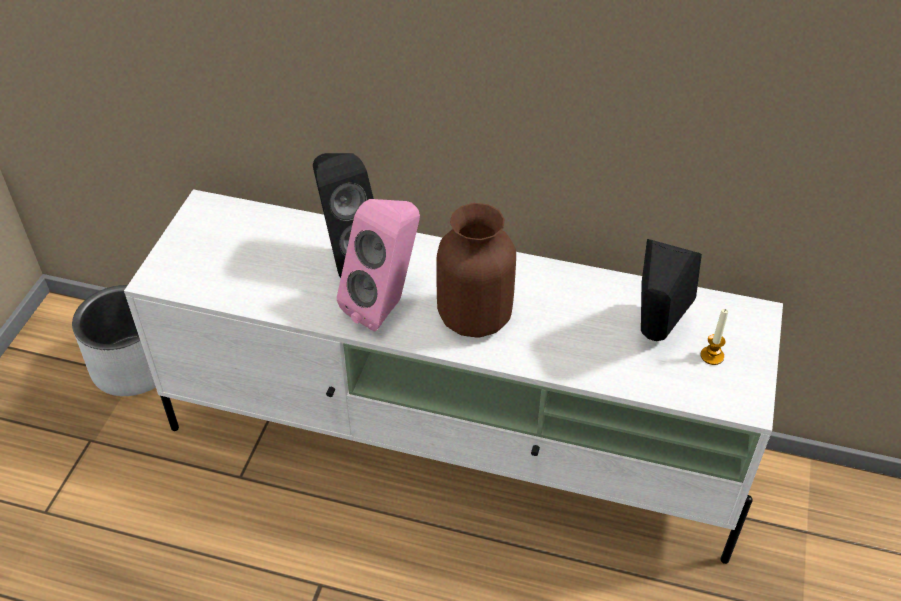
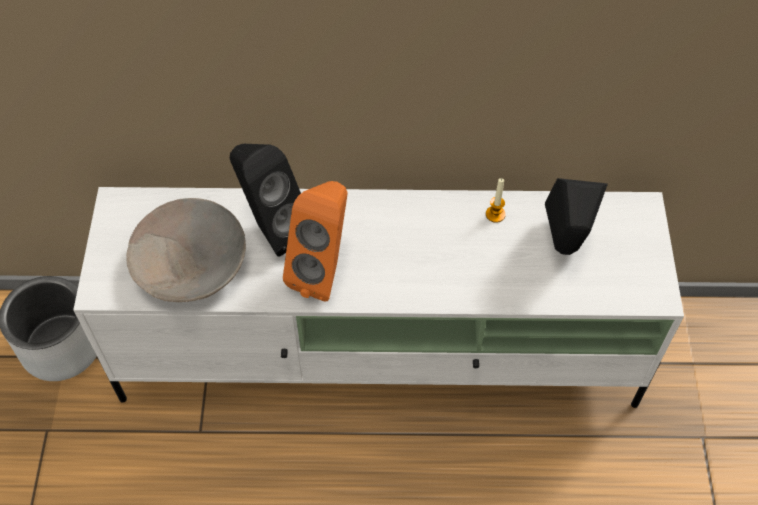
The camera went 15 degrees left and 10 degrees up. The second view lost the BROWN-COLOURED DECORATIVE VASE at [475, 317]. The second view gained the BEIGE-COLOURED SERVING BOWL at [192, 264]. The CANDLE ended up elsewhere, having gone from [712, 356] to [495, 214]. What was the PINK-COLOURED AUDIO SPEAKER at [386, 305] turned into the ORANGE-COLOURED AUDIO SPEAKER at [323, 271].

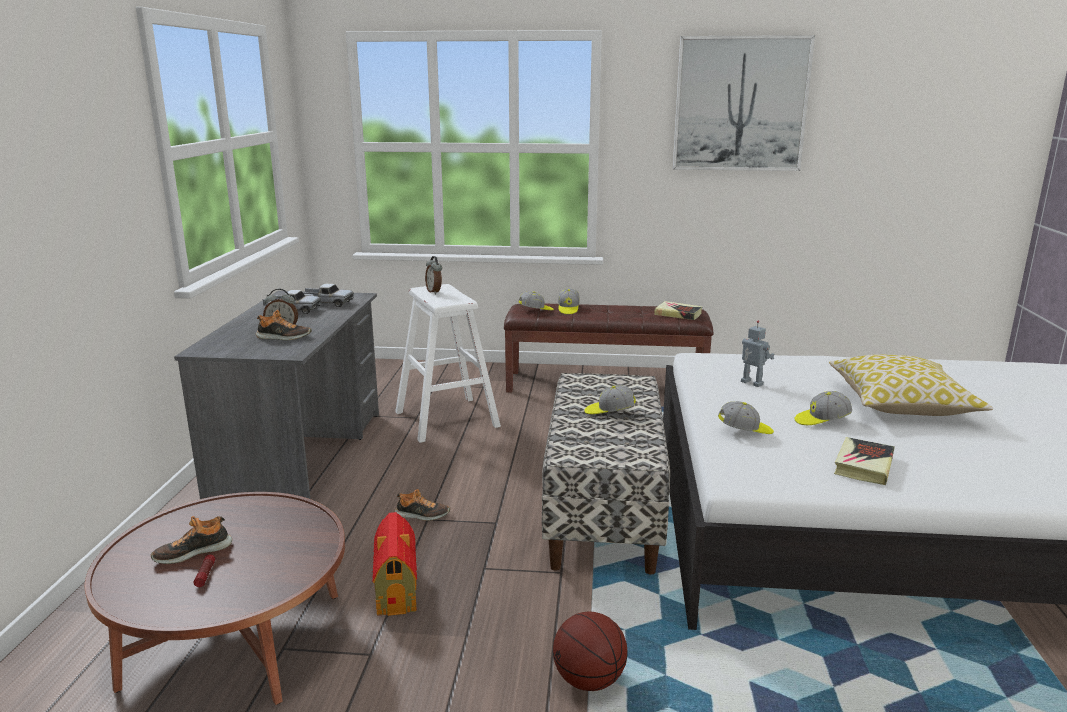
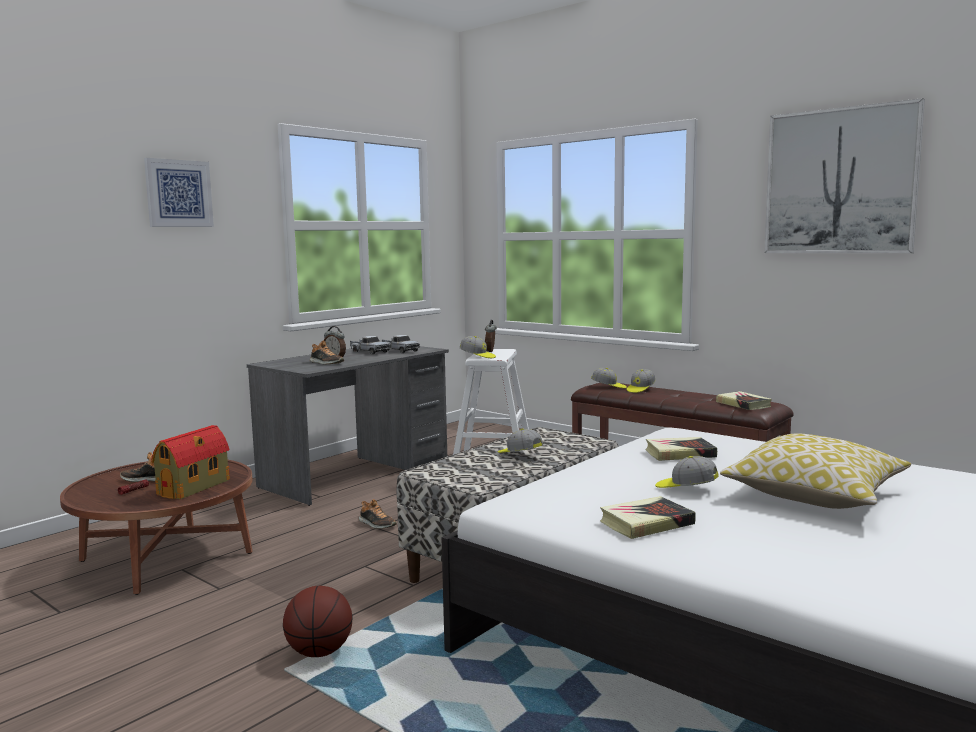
The camera went 35 degrees right and 10 degrees down. The second view gained the WALL ART at [178, 193]. The TOY HOUSE ended up elsewhere, having gone from [397, 588] to [195, 487]. The CAP ended up elsewhere, having gone from [745, 431] to [478, 356]. Where the ROBOT FIGURE stood at [751, 383], the BOOK came to stand at [680, 454].

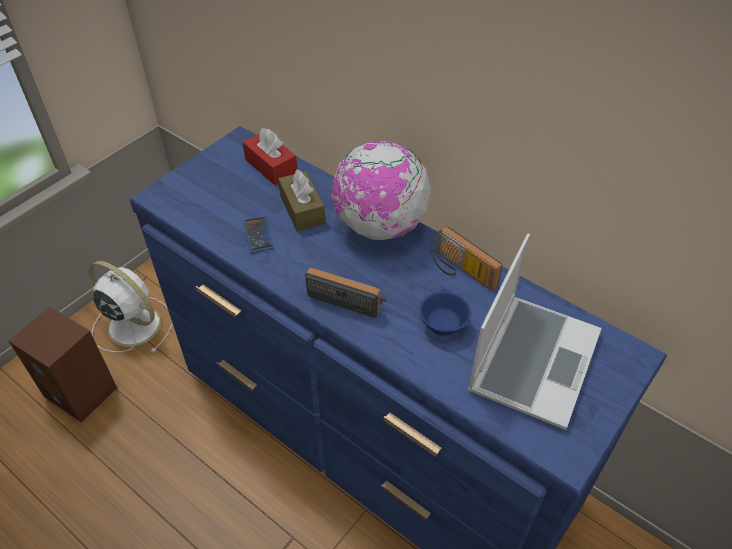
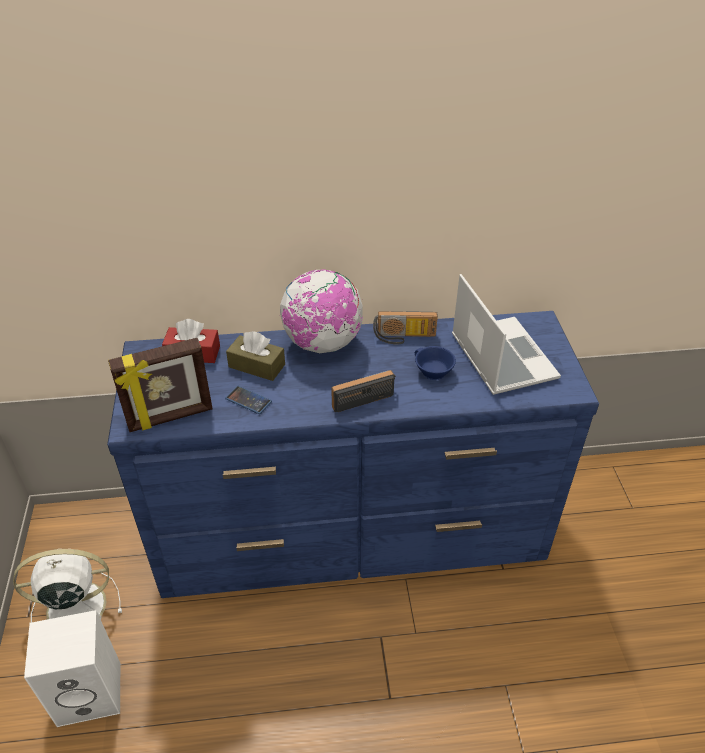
The camera went 45 degrees left and 5 degrees down. The second view gained the PICTURE FRAME at [170, 417]. What was the BROWN-COLOURED AUDIO SPEAKER at [83, 392] turned into the WHITE-COLOURED AUDIO SPEAKER at [91, 692].

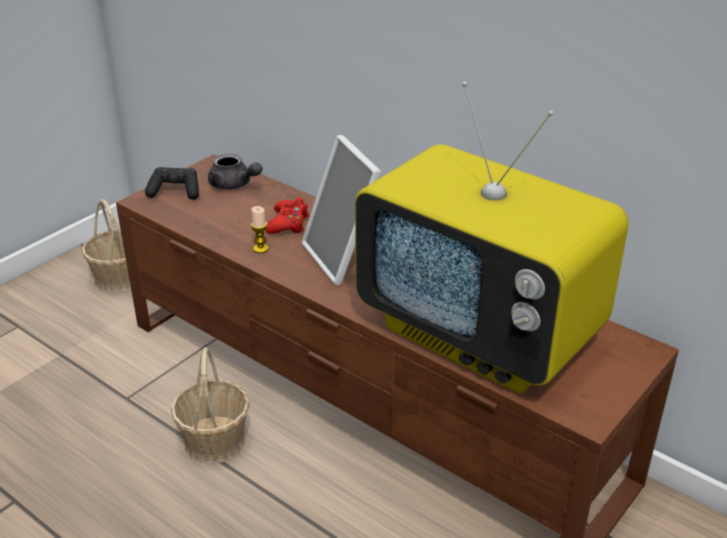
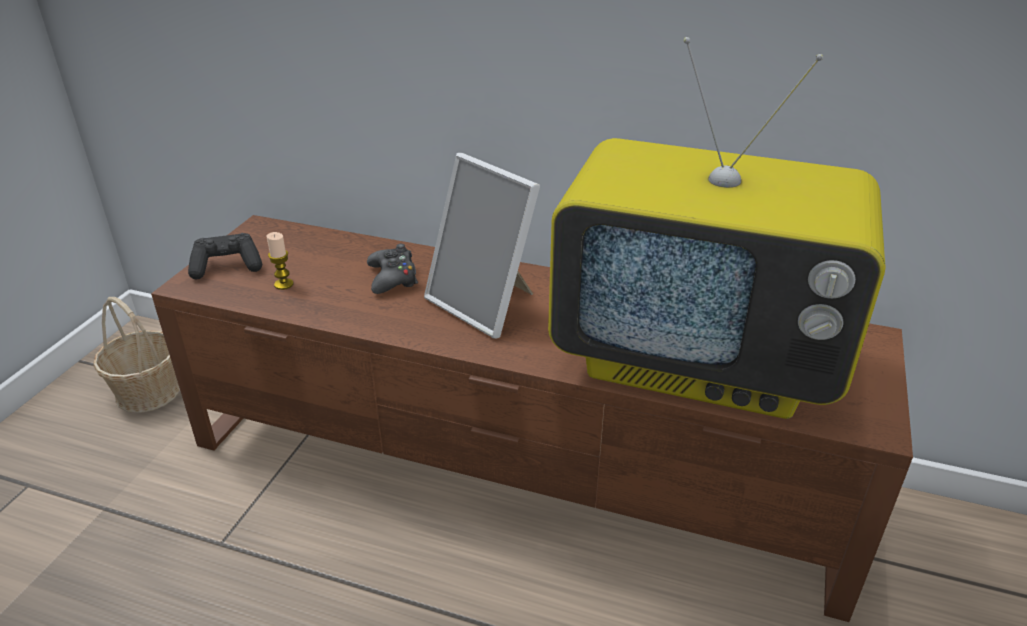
The camera went 20 degrees left and 0 degrees up. The second view lost the HOUSEHOLD BASKET at [215, 440]. The second view lost the GREYISH TEAPOT at [234, 185]. The CANDLE ended up elsewhere, having gone from [260, 249] to [283, 284]. What was the RED JOYPAD at [288, 224] turned into the BLACK-COLOURED JOYPAD at [393, 278].

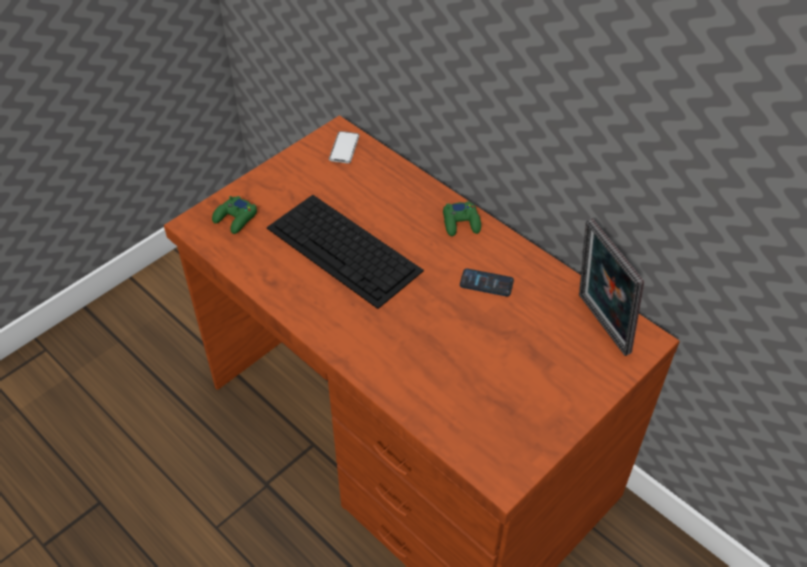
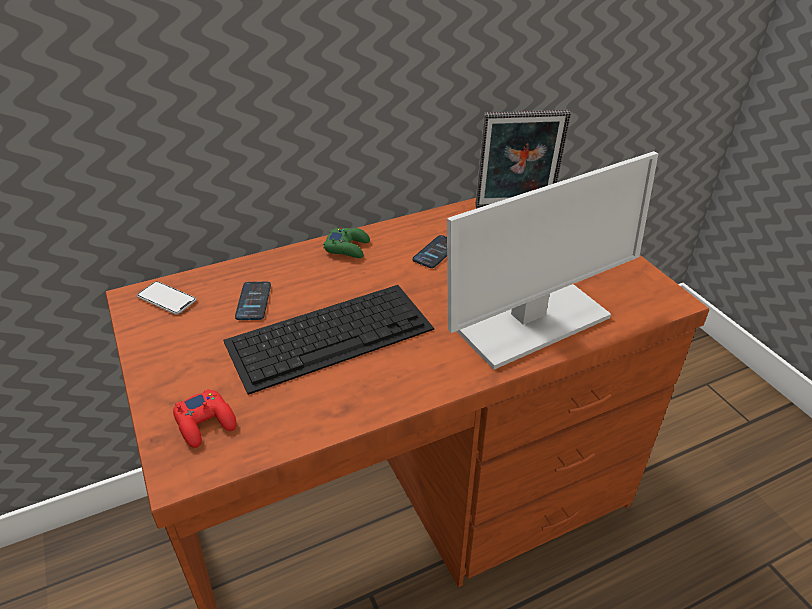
The camera went 70 degrees left and 10 degrees down. The second view gained the PHONE at [253, 301]. The second view gained the COMPUTER DISPLAY at [531, 323]. What was the GREENISH JOYPAD at [235, 218] turned into the RED JOYPAD at [206, 422].

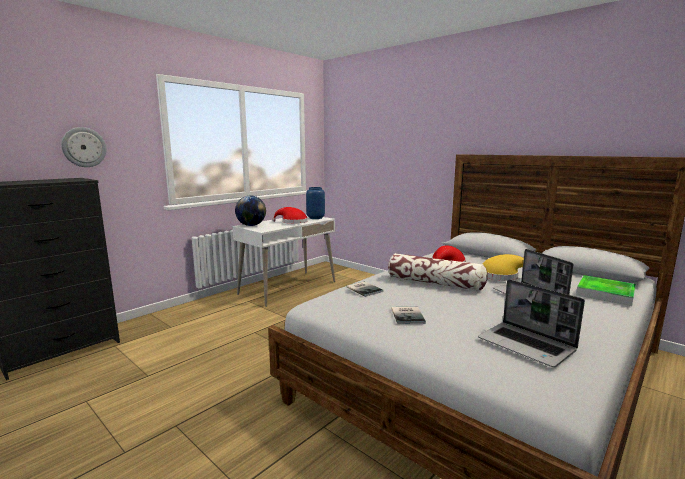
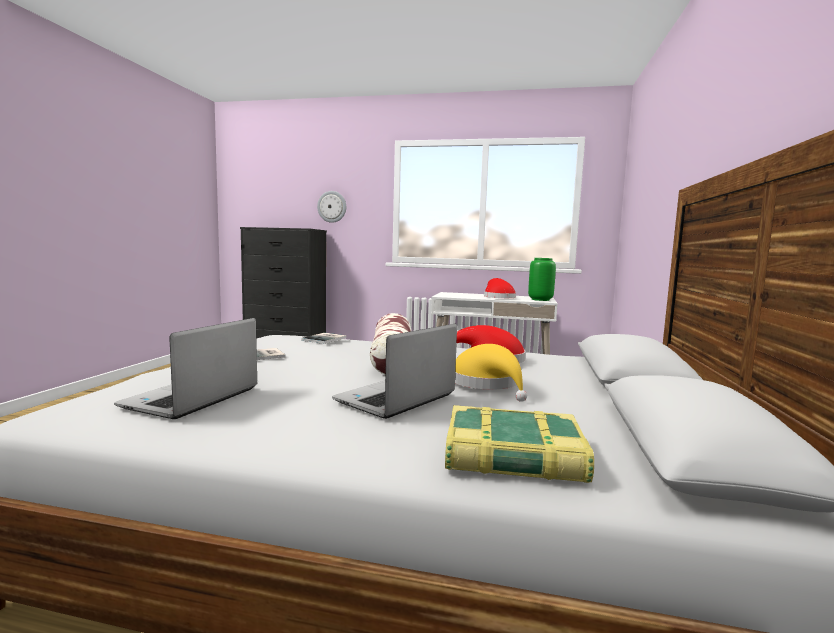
The camera went 60 degrees right and 5 degrees down. The second view lost the GLOBE at [251, 225]. Where the TRAY stood at [605, 293], the BOOK came to stand at [513, 456]. What was the BLUE-COLOURED DECORATIVE VASE at [315, 218] turned into the GREENISH DECORATIVE VASE at [540, 299].

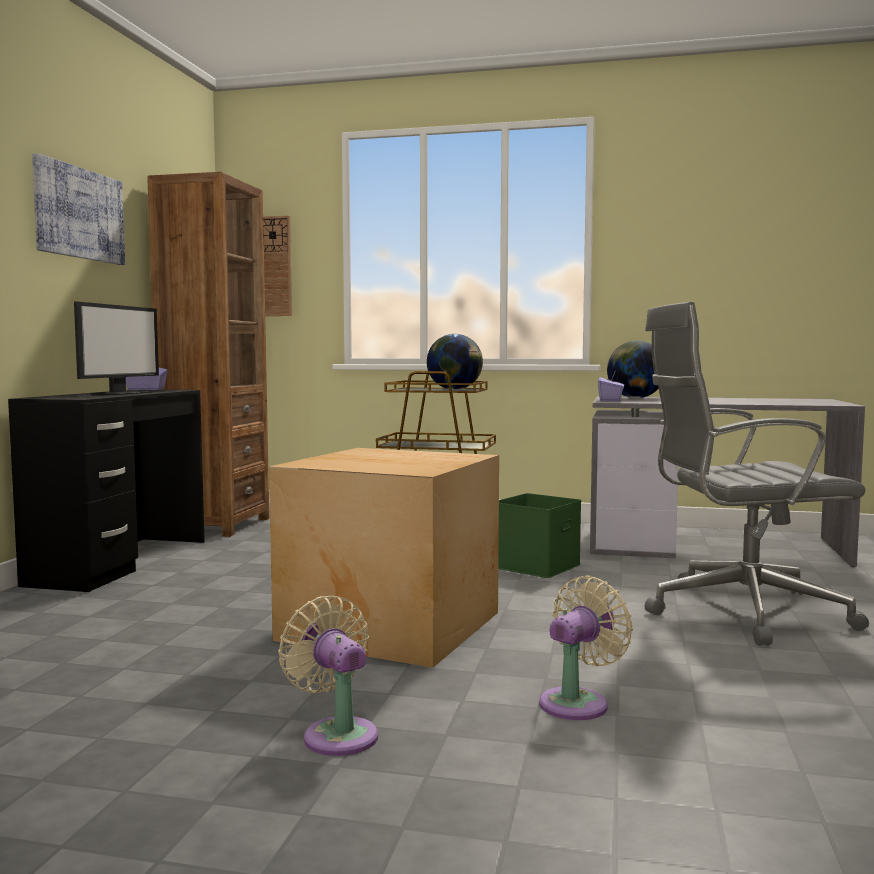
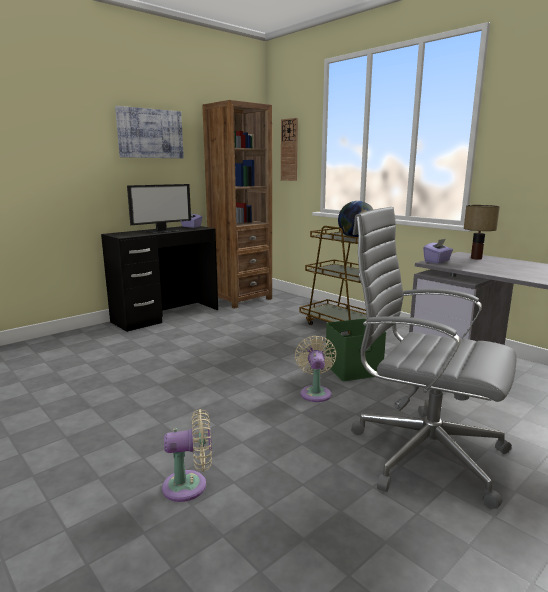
The camera went 35 degrees right and 10 degrees up. The second view lost the CARDBOARD BOX at [389, 624]. The BEIGE-COLOURED FAN ended up elsewhere, having gone from [337, 734] to [315, 392]. Where the GLOBE stood at [635, 398], the TABLE LAMP came to stand at [475, 258].

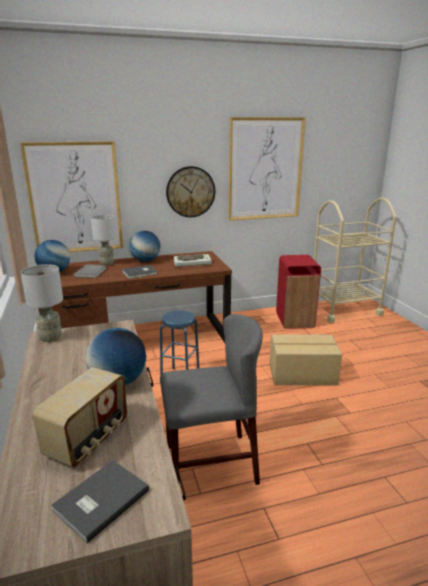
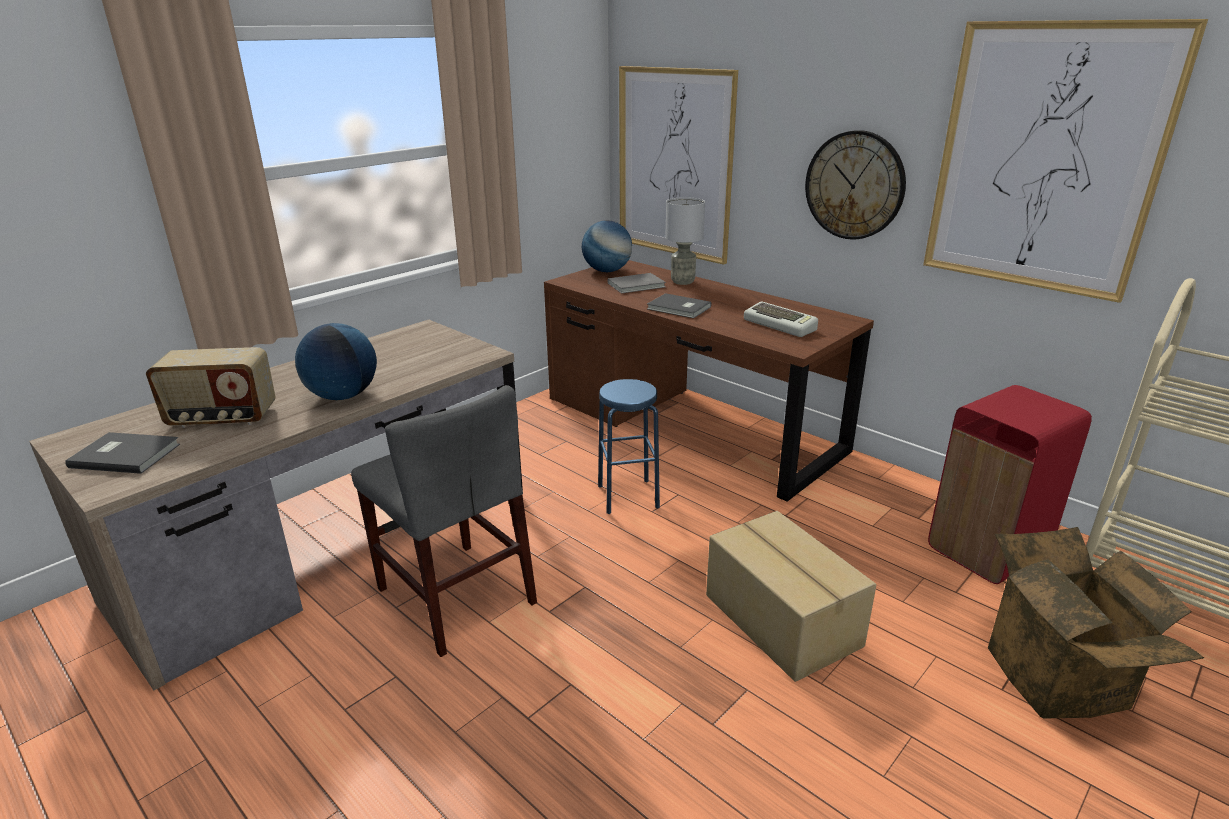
The camera went 60 degrees right and 5 degrees up. The second view lost the GREYISH TABLE LAMP at [51, 338]. The second view lost the GLOBE at [145, 260]. The second view gained the CARDBOARD BOX at [1063, 678].

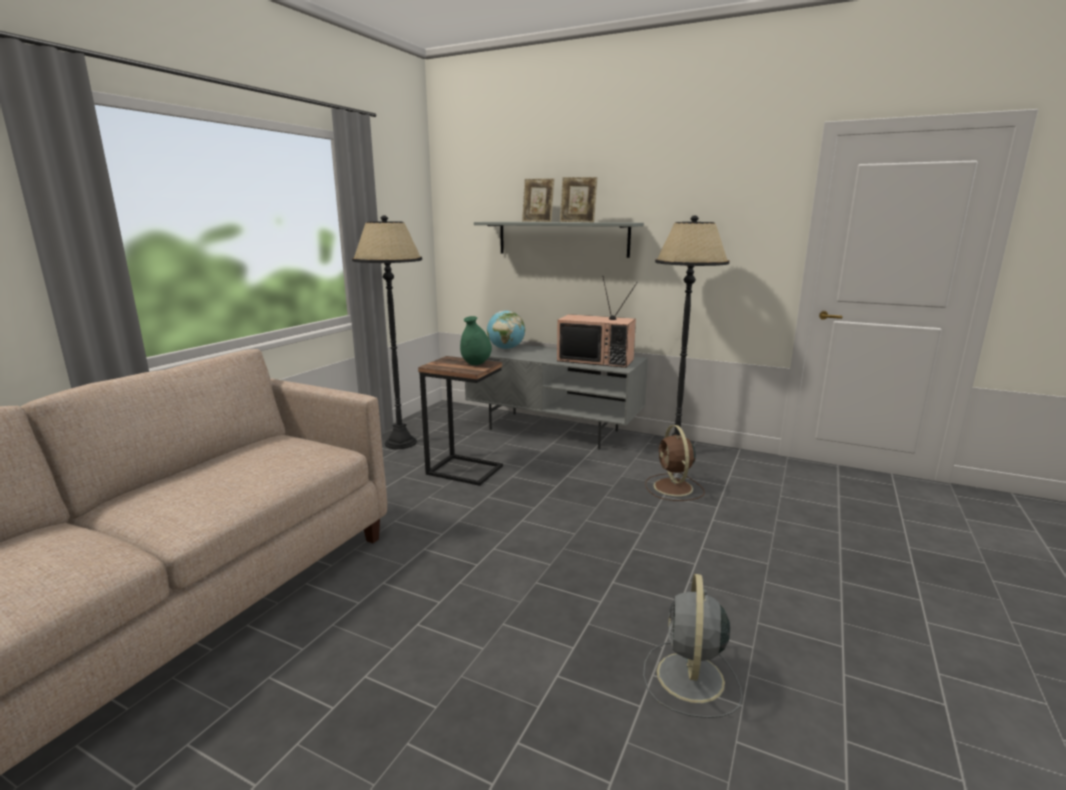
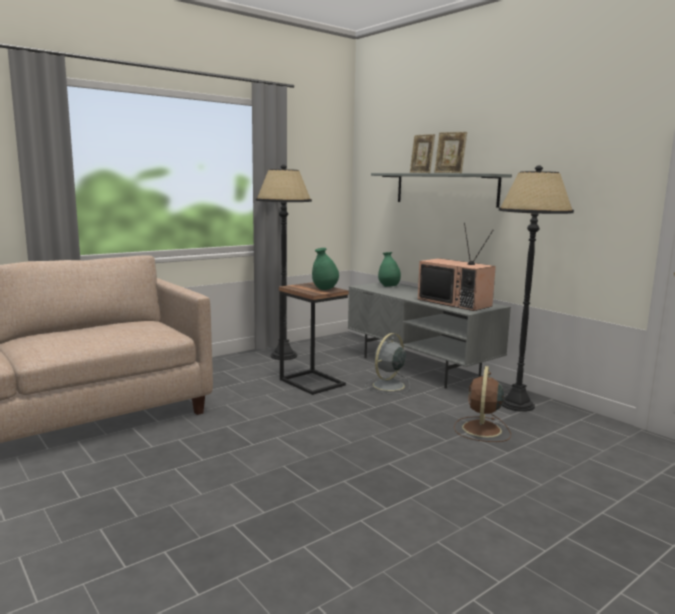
The camera went 25 degrees right and 5 degrees down. The GREYISH FAN ended up elsewhere, having gone from [690, 679] to [387, 386]. Where the GLOBE stood at [506, 348], the GREENISH DECORATIVE VASE came to stand at [389, 287].

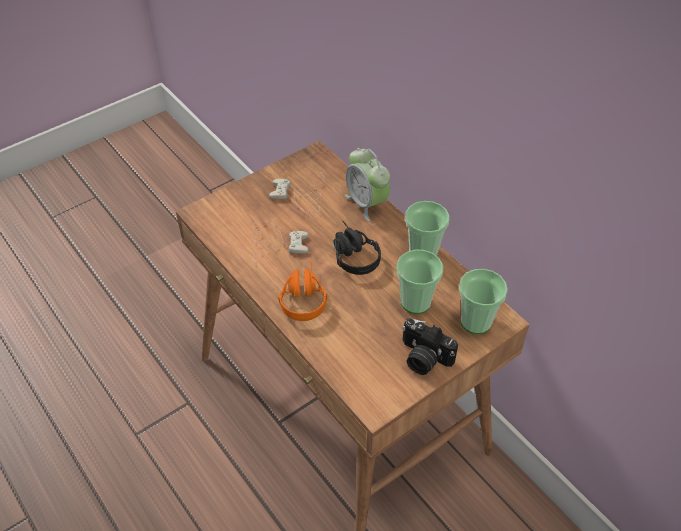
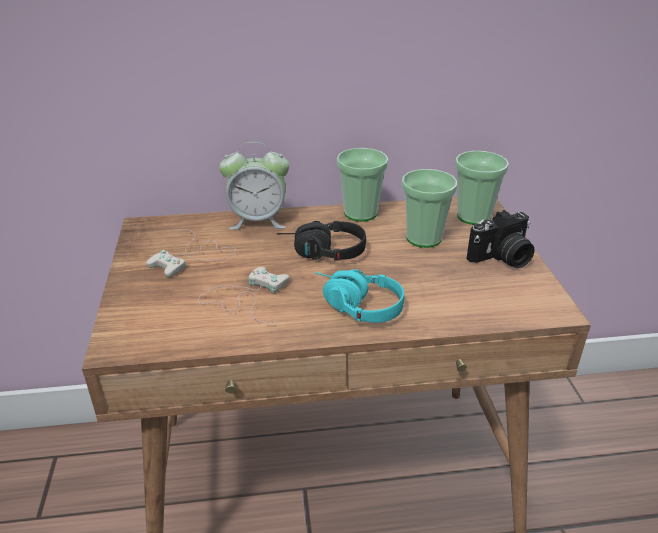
The camera went 60 degrees left and 15 degrees down. What was the ORANGE-COLOURED HEADSET at [302, 296] turned into the BLUE-GREEN HEADSET at [353, 306].

